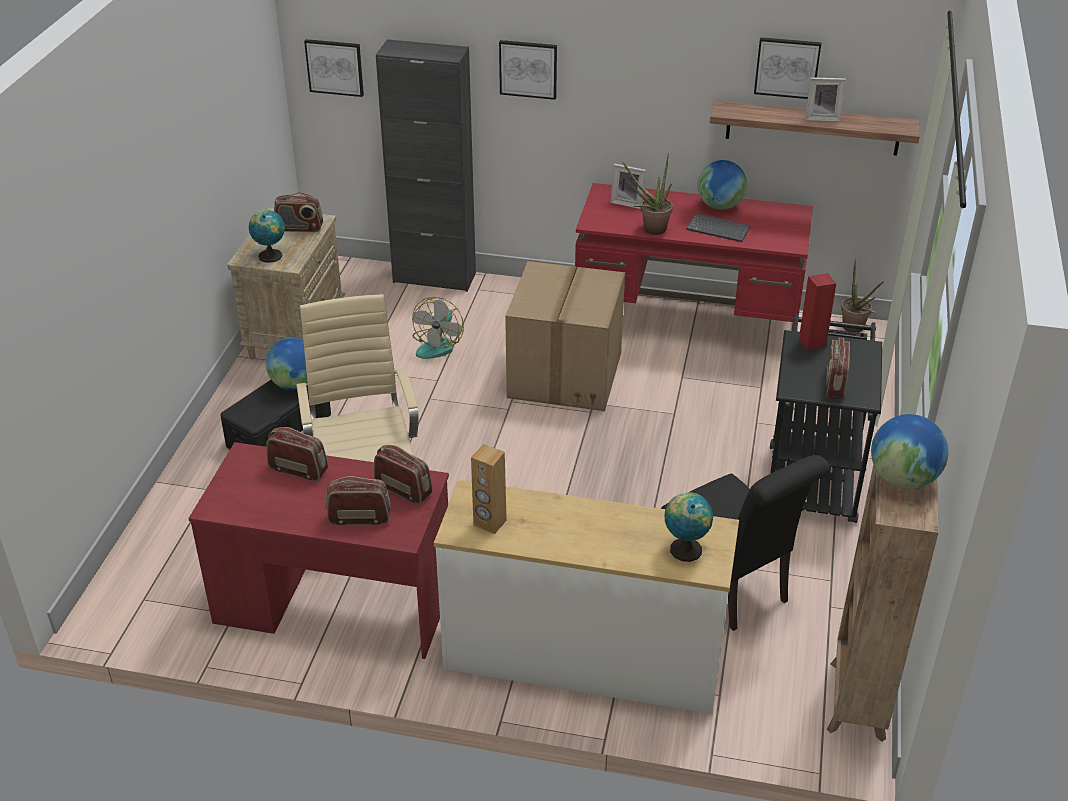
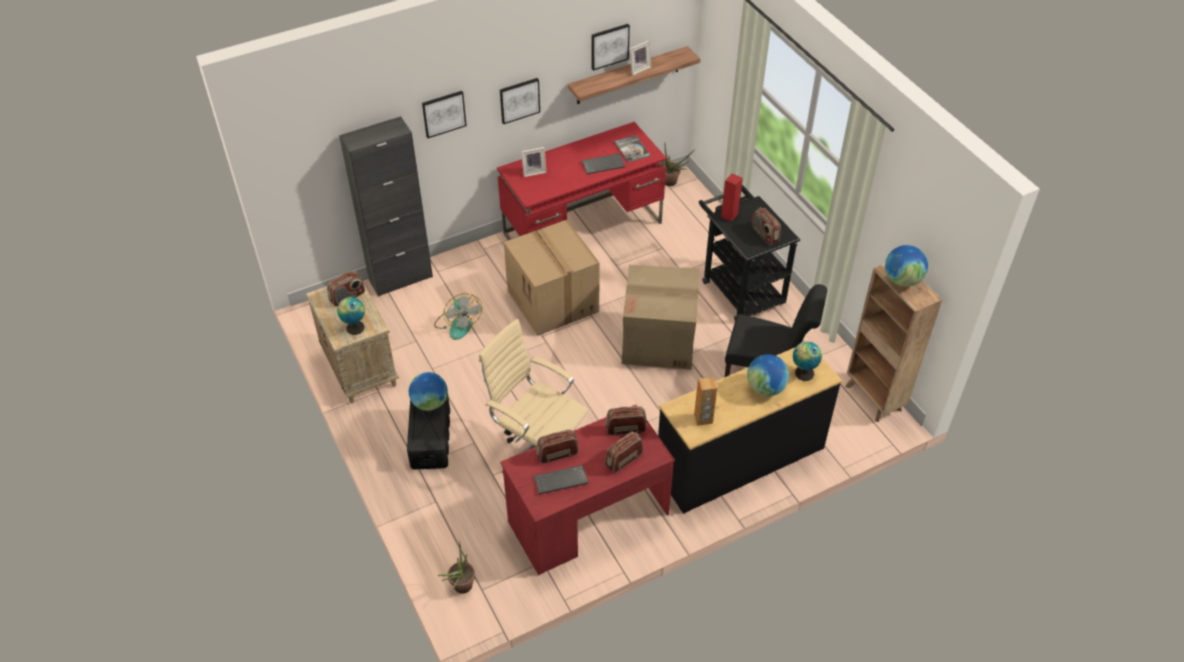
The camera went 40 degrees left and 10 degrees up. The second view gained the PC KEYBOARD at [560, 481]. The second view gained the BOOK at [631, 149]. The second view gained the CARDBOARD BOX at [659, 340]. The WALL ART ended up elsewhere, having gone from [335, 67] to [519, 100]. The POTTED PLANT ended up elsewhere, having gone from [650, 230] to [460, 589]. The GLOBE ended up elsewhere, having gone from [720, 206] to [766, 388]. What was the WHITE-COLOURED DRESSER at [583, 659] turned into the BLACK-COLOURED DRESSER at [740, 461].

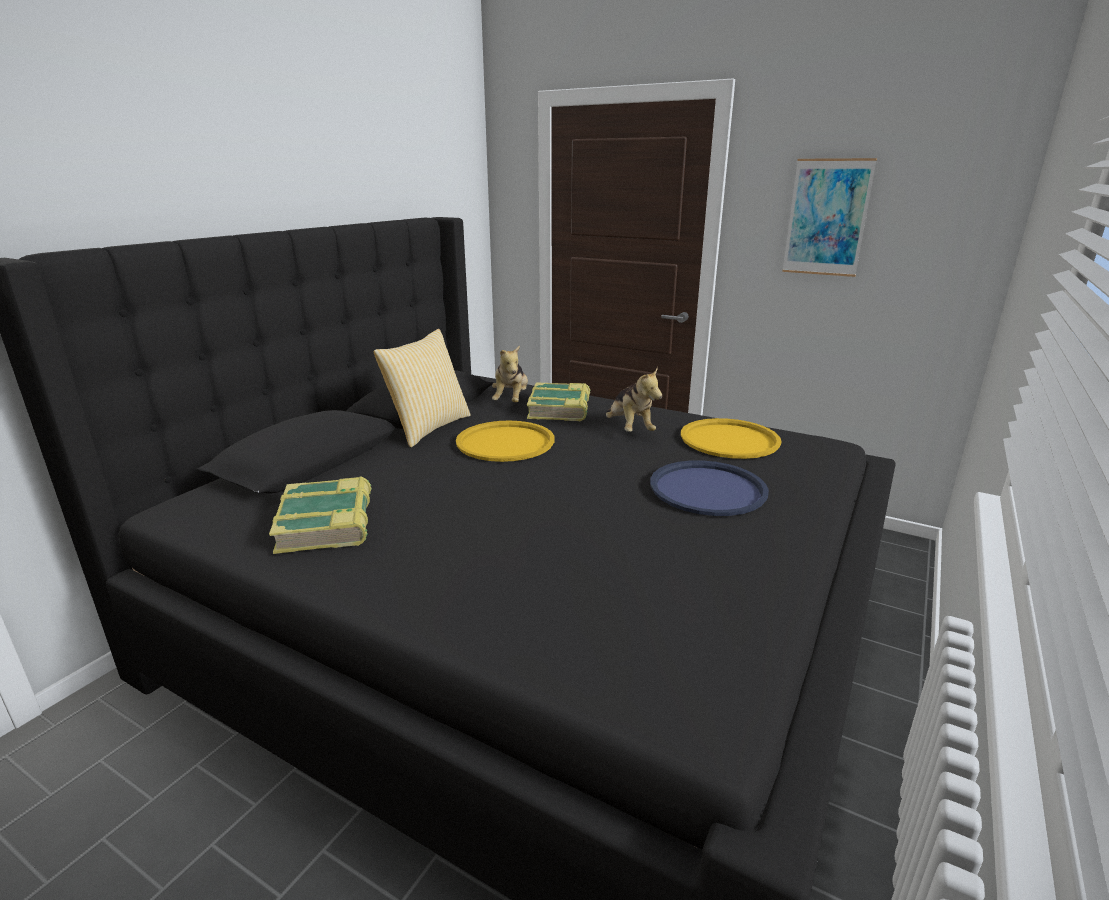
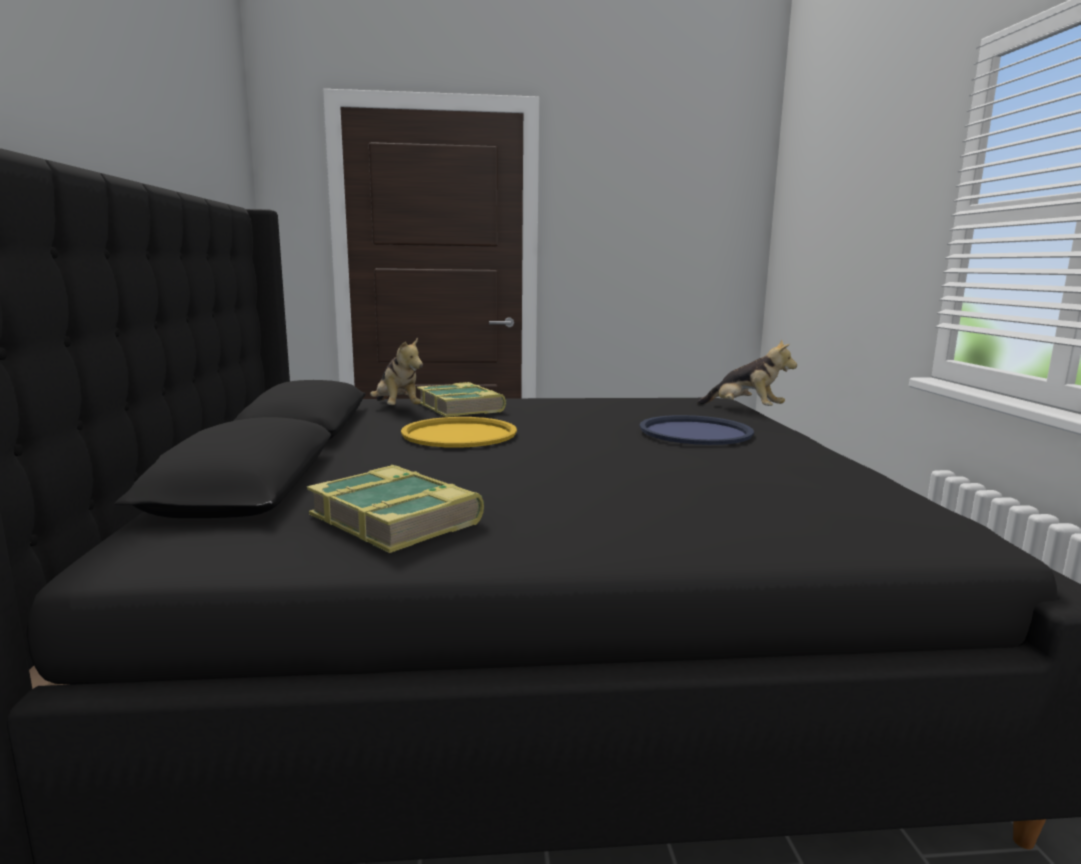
The camera went 35 degrees left and 10 degrees down. The second view lost the PILLOW at [428, 428]. The second view lost the YELLOW-COLOURED TRAY at [729, 440]. The second view lost the WALL ART at [827, 218]. The PLUSH TOY ended up elsewhere, having gone from [629, 429] to [745, 410].

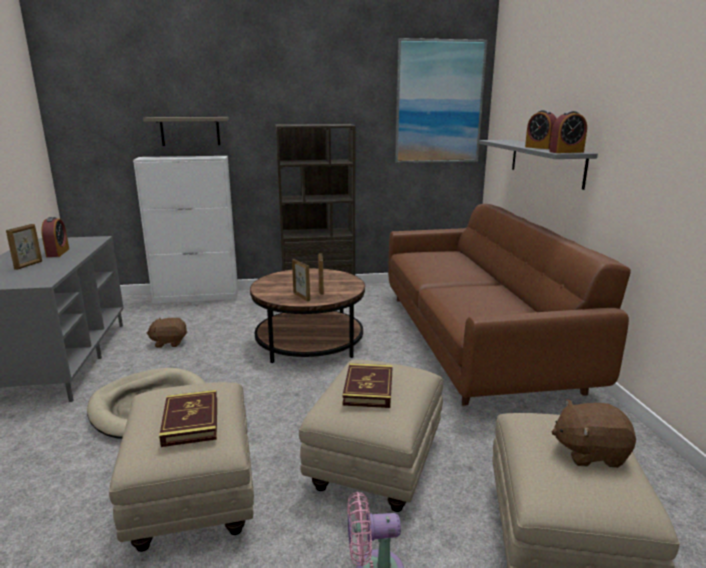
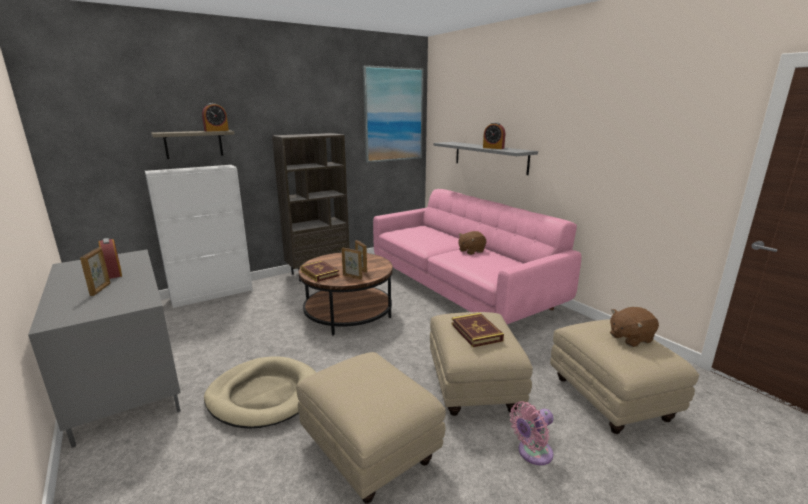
The camera went 25 degrees left and 0 degrees up. The BROWN-COLOURED PLUSH TOY ended up elsewhere, having gone from [169, 342] to [471, 251]. The BOOK ended up elsewhere, having gone from [191, 421] to [319, 273]. The BEDSIDE CLOCK ended up elsewhere, having gone from [566, 152] to [216, 130]. What was the BROWN-COLOURED SETTEE at [476, 339] turned into the PINK-COLOURED SETTEE at [461, 287].

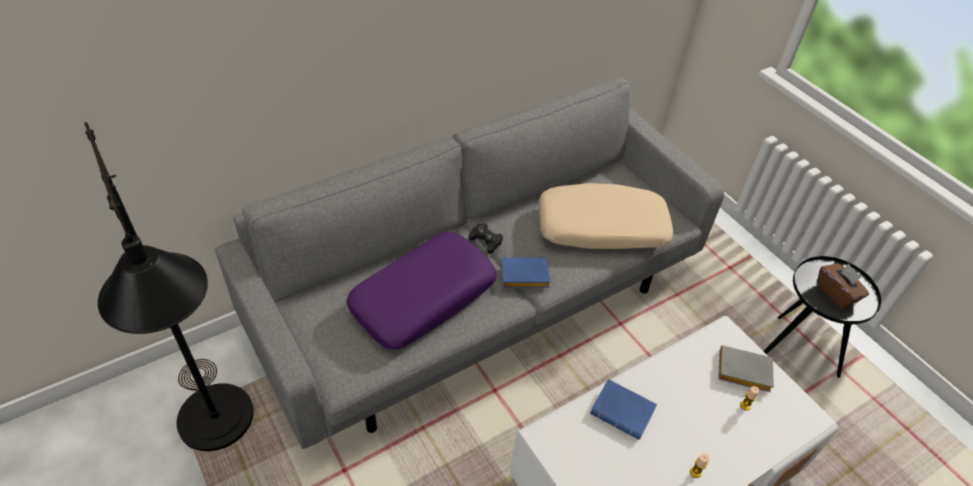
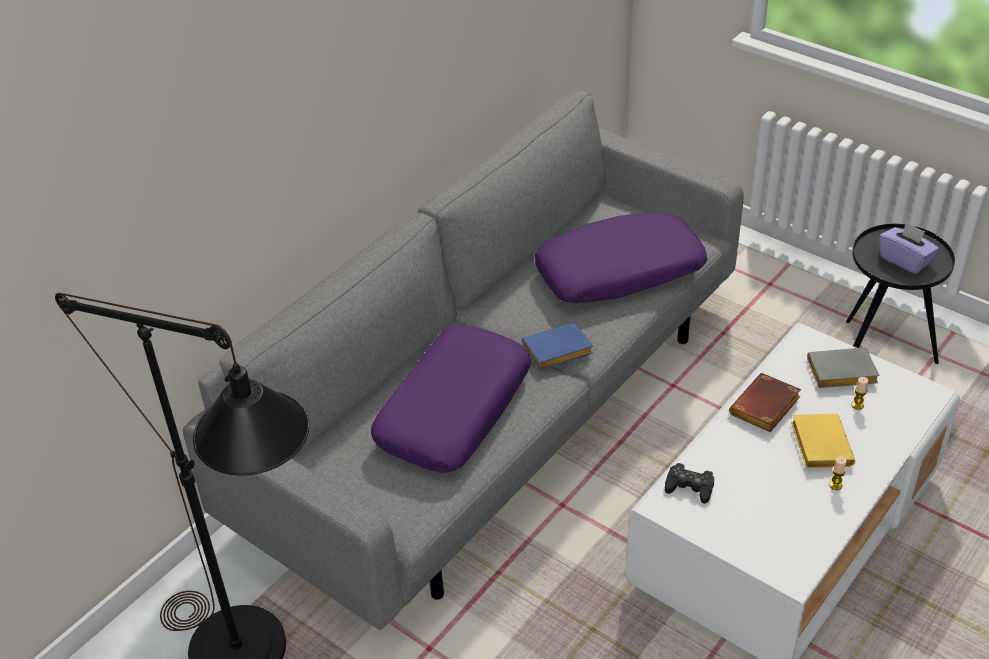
The camera went 15 degrees left and 5 degrees down. The second view lost the BLUE-COLOURED BOOK at [624, 412]. The second view gained the BROWN-COLOURED BOOK at [765, 409]. The second view gained the YELLOW-COLOURED BOOK at [818, 444]. The BLACK-COLOURED JOYPAD ended up elsewhere, having gone from [486, 241] to [689, 487]. What was the BEIGE-COLOURED PILLOW at [601, 229] turned into the PURPLE PILLOW at [619, 273]. What was the BROWN-COLOURED TISSUE HOLDER at [836, 293] turned into the PURPLE TISSUE HOLDER at [905, 260].

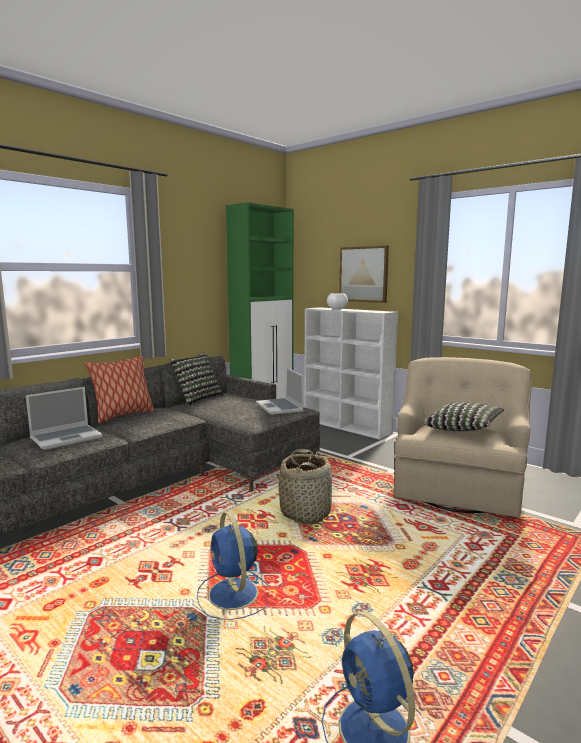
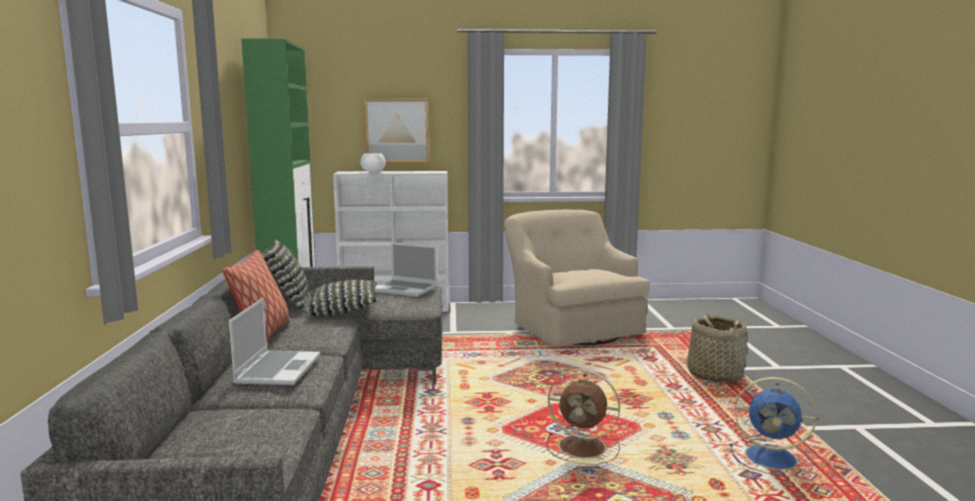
The camera went 45 degrees left and 0 degrees up. The HOUSEHOLD BASKET ended up elsewhere, having gone from [306, 512] to [714, 375]. The PILLOW ended up elsewhere, having gone from [463, 429] to [343, 311]. What was the BLUE-COLOURED FAN at [234, 595] turned into the BROWN-COLOURED FAN at [584, 447].

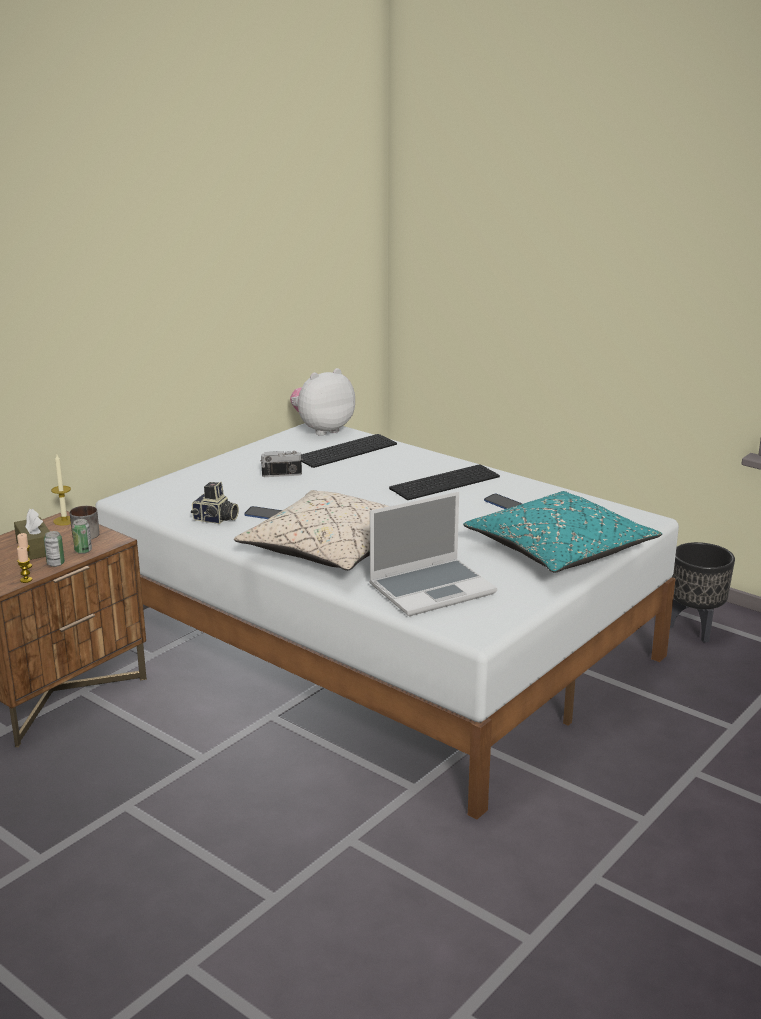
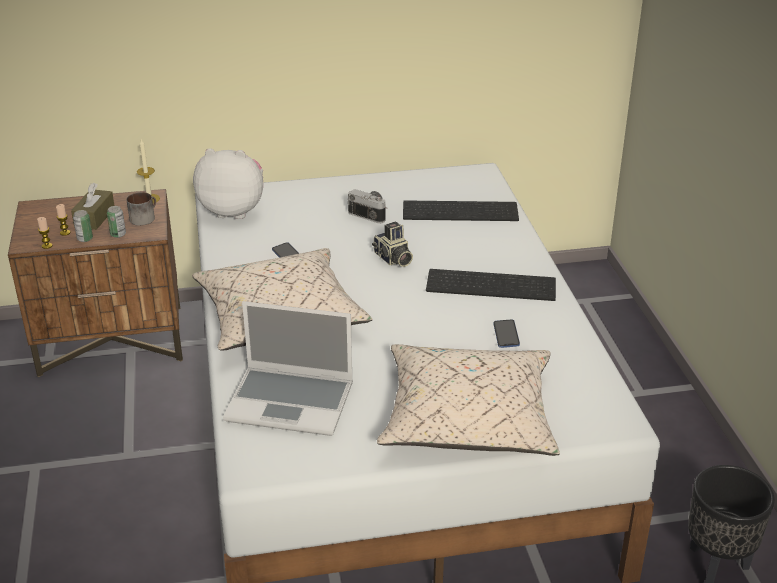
The camera went 40 degrees right and 10 degrees up. The PHOTO CAMERA ended up elsewhere, having gone from [215, 519] to [393, 259]. The PLUSH TOY ended up elsewhere, having gone from [322, 430] to [233, 210]. What was the BLUE-GREEN PILLOW at [558, 551] turned into the BEIGE-COLOURED PILLOW at [467, 418].

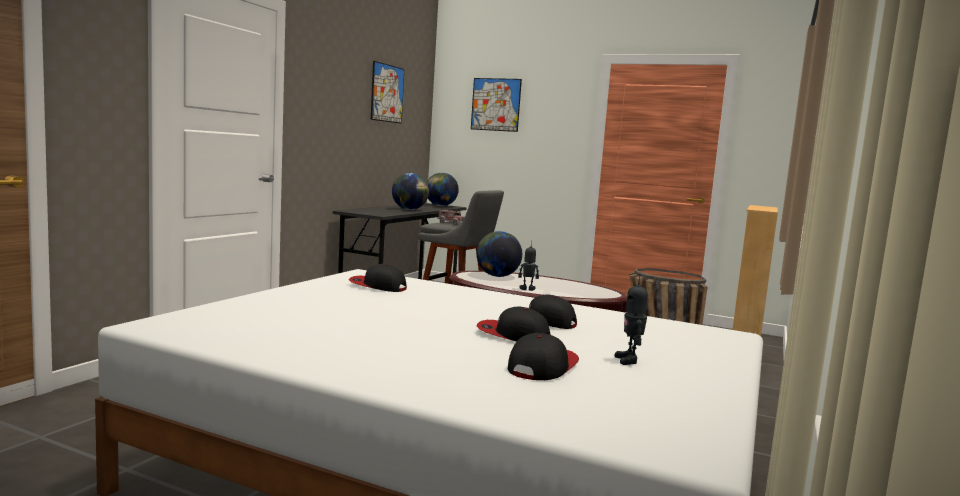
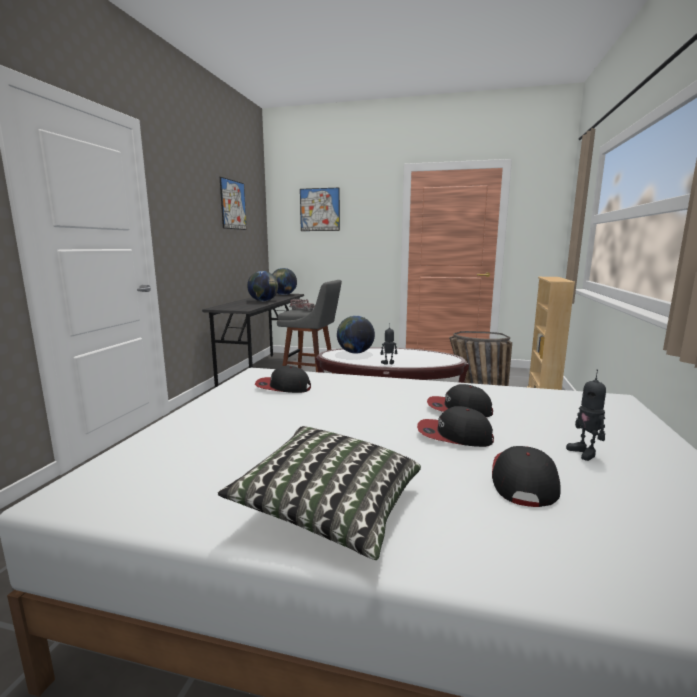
The camera went 10 degrees left and 5 degrees up. The second view gained the PILLOW at [330, 509].

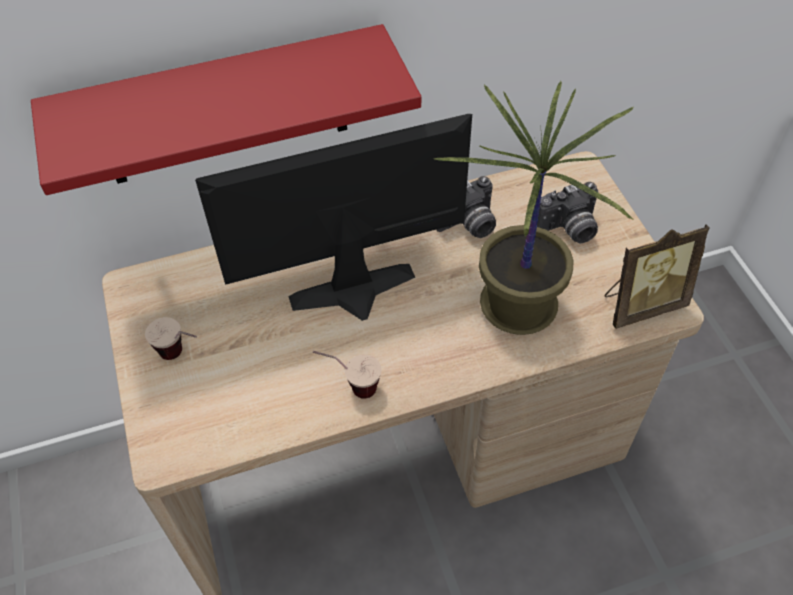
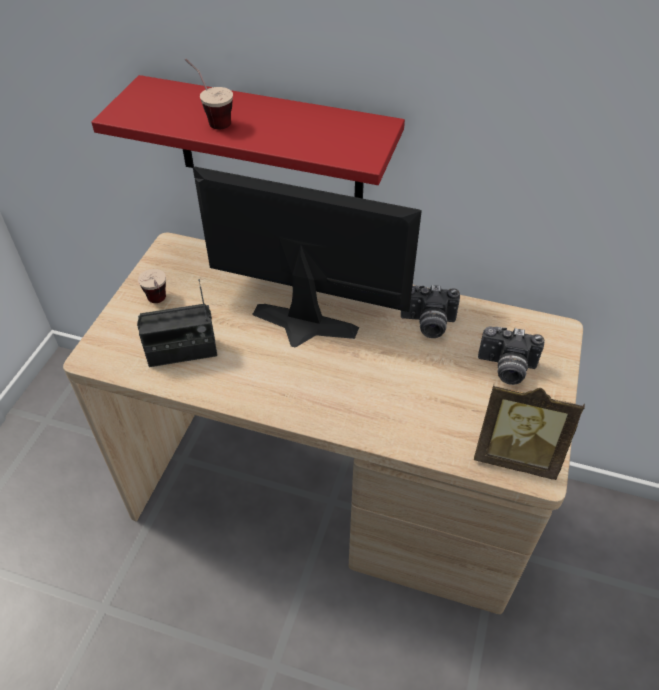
The camera went 35 degrees right and 5 degrees down. The second view lost the POTTED PLANT at [519, 310]. The second view gained the RADIO RECEIVER at [182, 352]. The DRINKING CUP ended up elsewhere, having gone from [350, 387] to [211, 119].

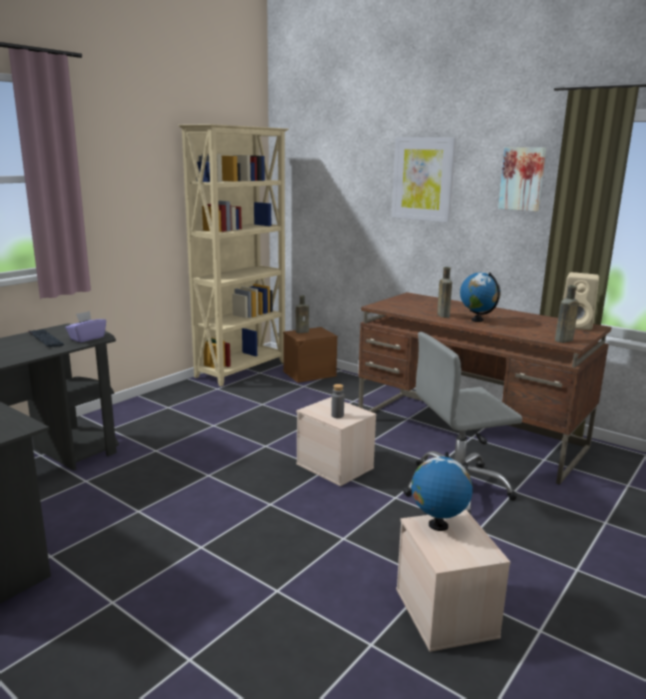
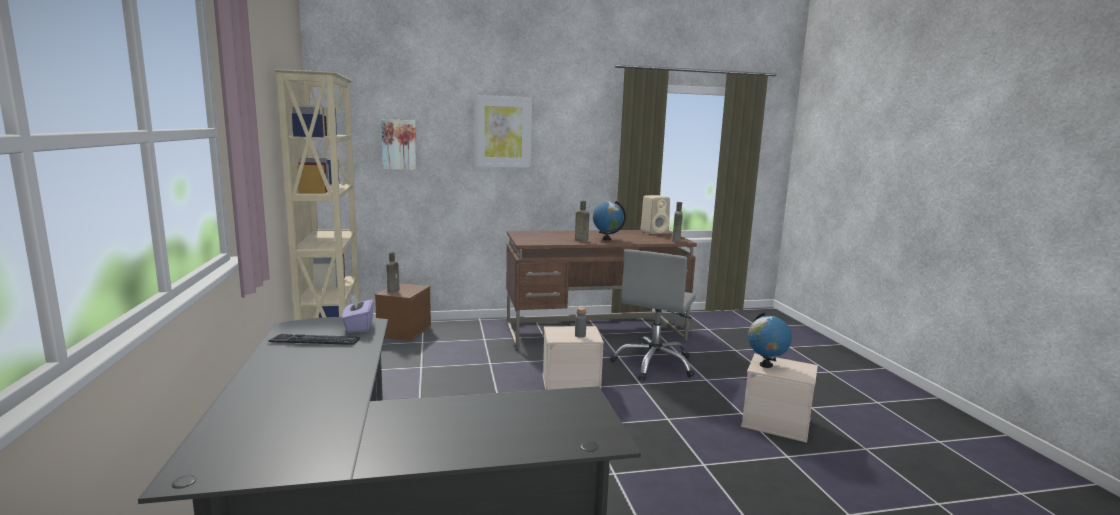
The camera went 50 degrees left and 5 degrees down. The WALL ART ended up elsewhere, having gone from [522, 179] to [399, 144].

